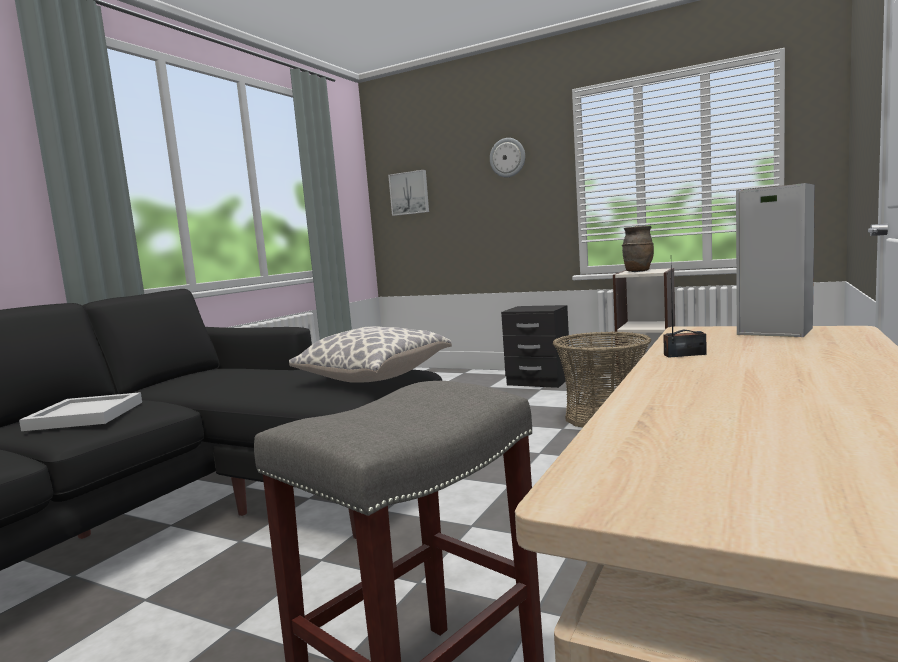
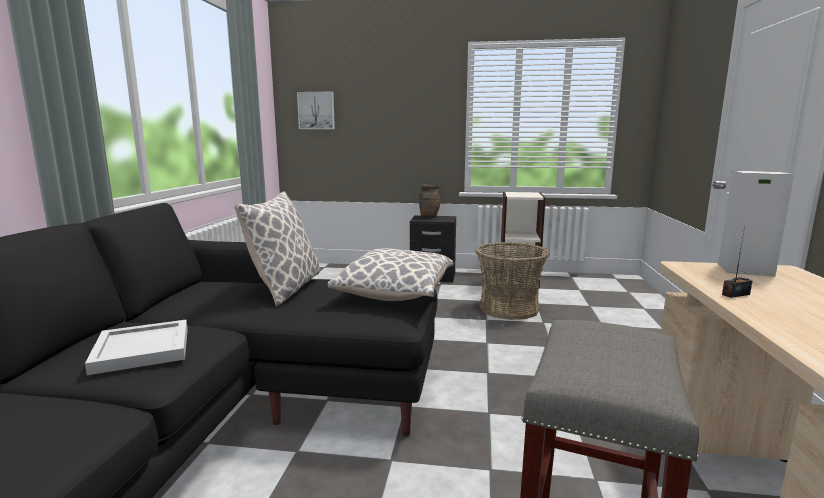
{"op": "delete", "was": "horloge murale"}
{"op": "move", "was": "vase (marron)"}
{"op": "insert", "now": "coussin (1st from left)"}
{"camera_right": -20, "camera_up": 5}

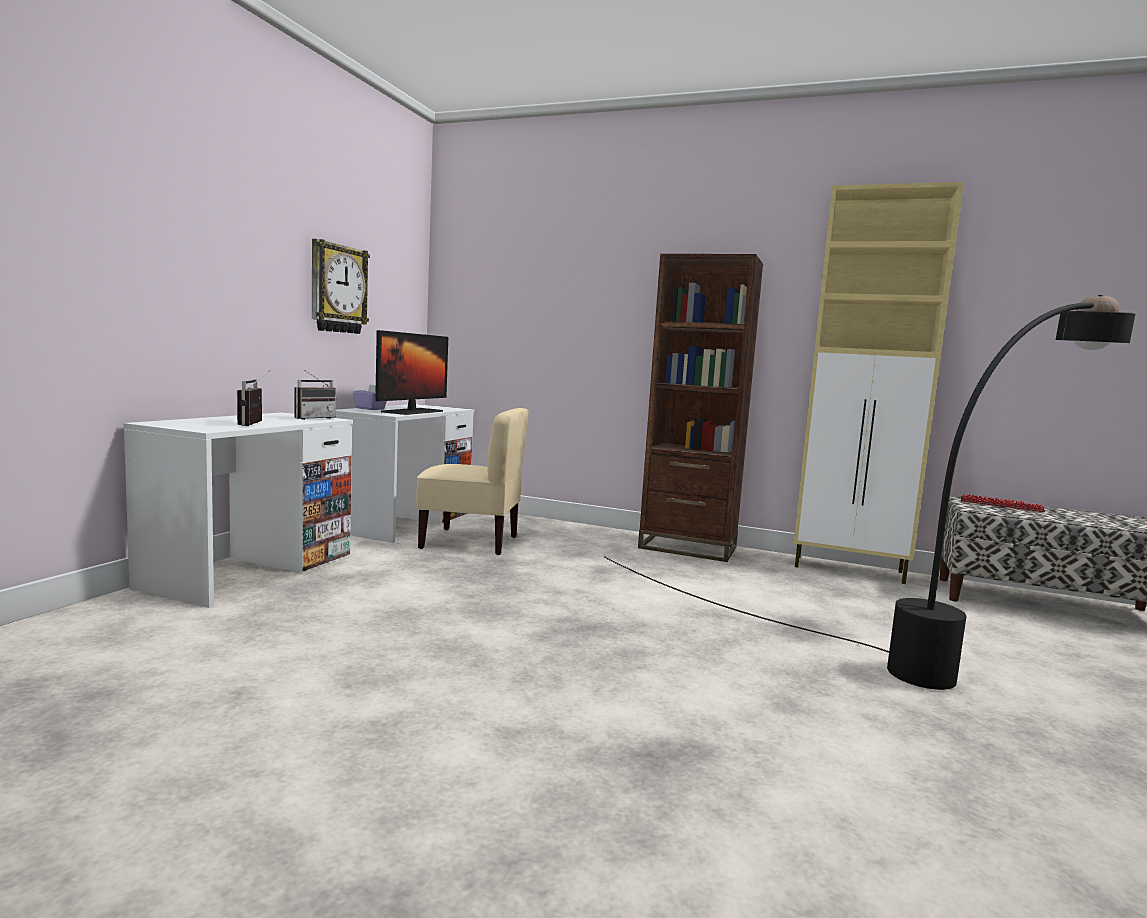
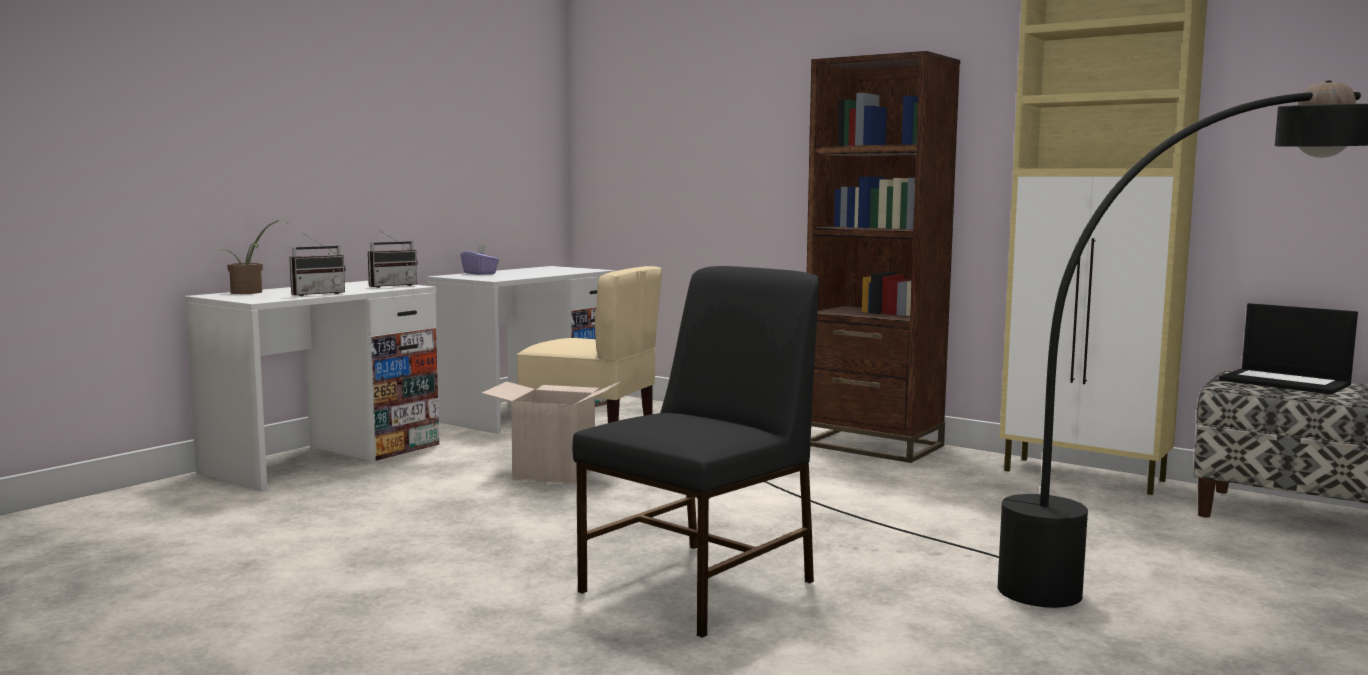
{"op": "delete", "was": "horloge murale"}
{"op": "delete", "was": "écran d'ordinateur"}
{"op": "rotate", "was": "radio (1st from left)", "clockwise": -135}
{"op": "replace", "was": "clavier", "now": "ordinateur portable"}
{"op": "insert", "now": "plante en pot"}
{"op": "insert", "now": "chaise (noir)"}
{"op": "insert", "now": "carton"}
{"camera_right": 15, "camera_up": 0}

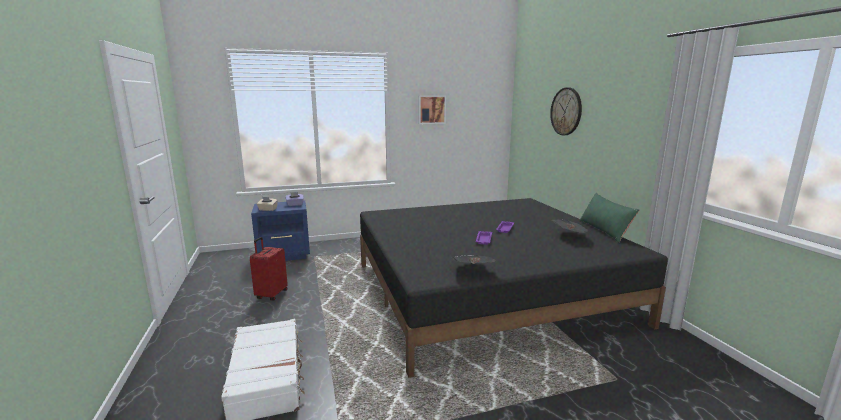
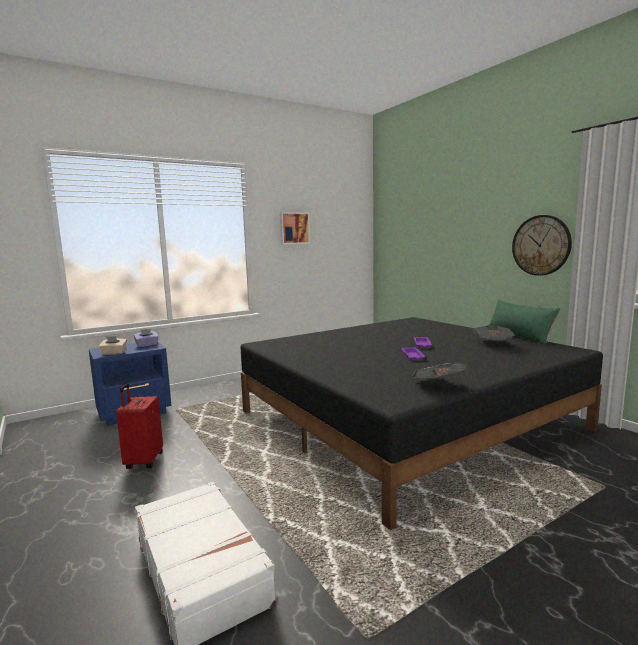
{"op": "move", "was": "horloge murale"}
{"camera_right": -15, "camera_up": -5}

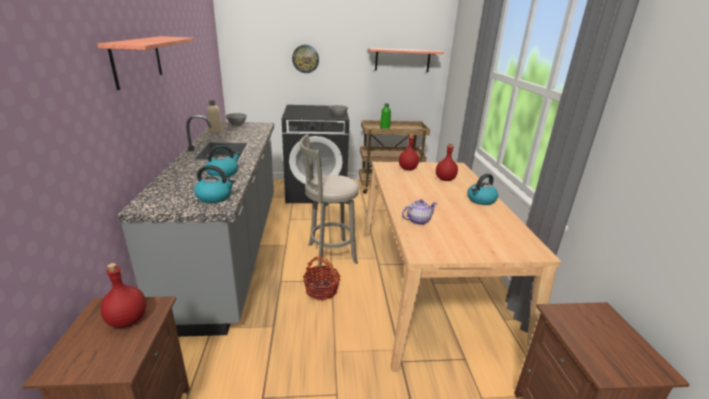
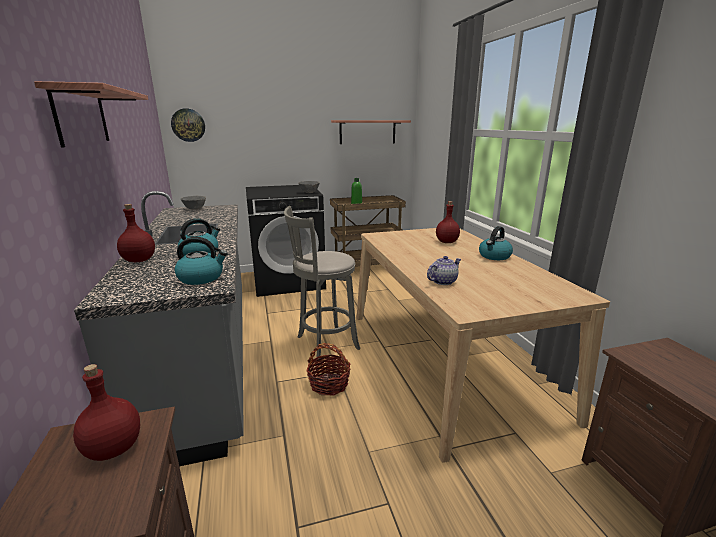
{"op": "move", "was": "horloge murale"}
{"op": "delete", "was": "bouteille (beige)"}
{"op": "move", "was": "bouteille (rouge) (2nd from left)"}
{"camera_right": -10, "camera_up": -5}

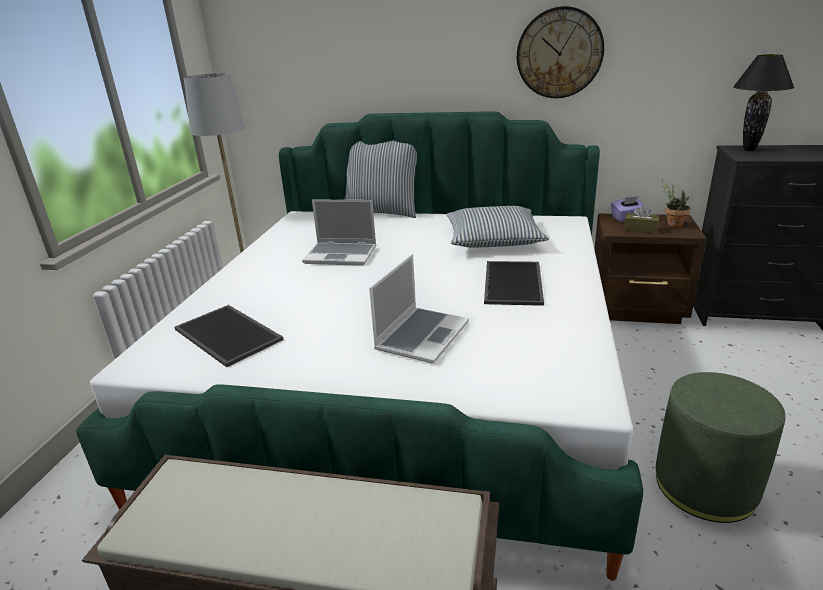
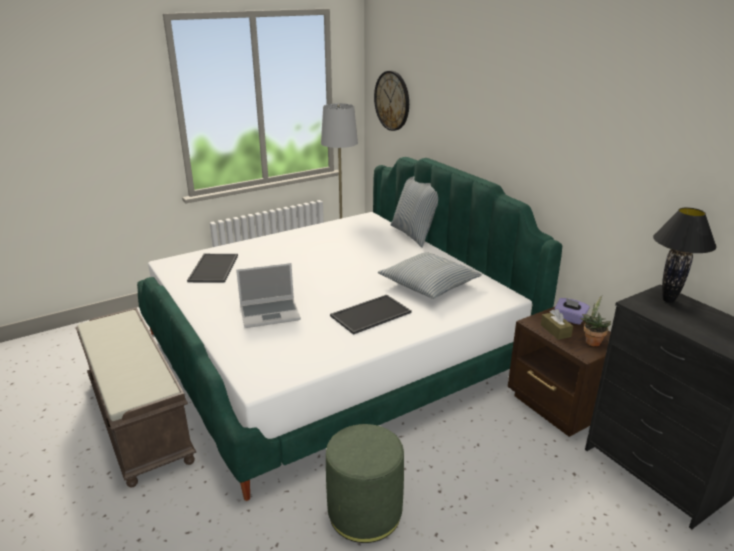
{"op": "move", "was": "horloge murale"}
{"op": "delete", "was": "ordinateur portable (1st from left)"}
{"camera_right": 45, "camera_up": 0}

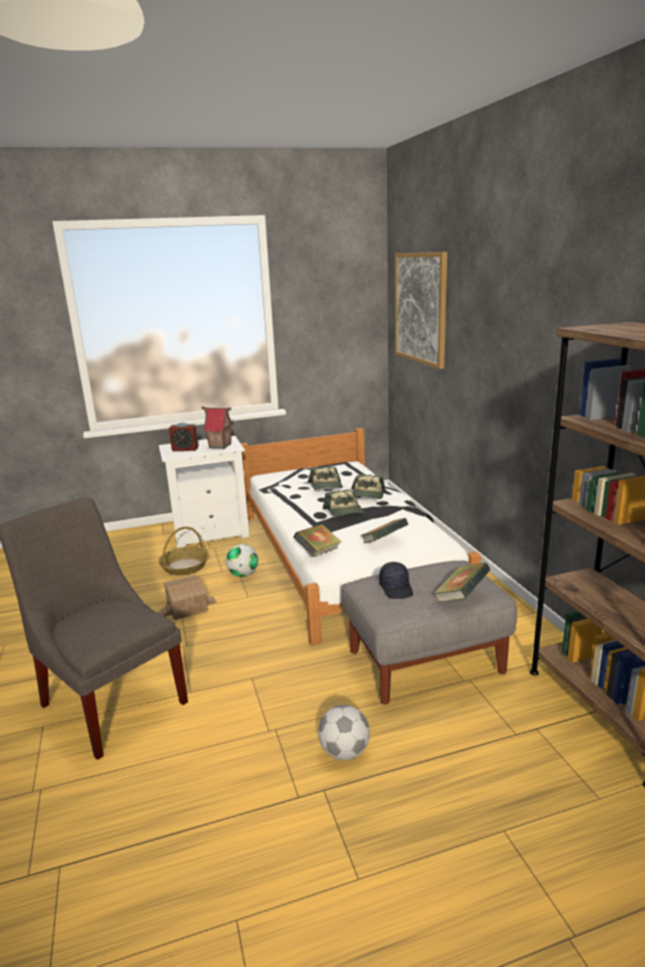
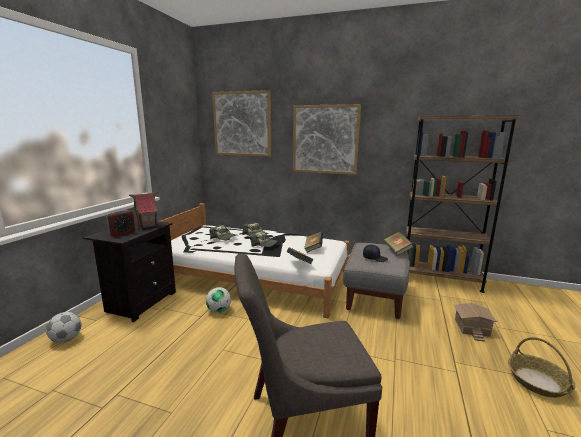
{"op": "recolor", "was": "table de chevet (blanc)", "now": "table de chevet (noir)"}
{"op": "move", "was": "panier"}
{"op": "move", "was": "maison miniature (1st from left in the first image)", "now": "maison miniature (2nd from left)"}
{"op": "move", "was": "ballon de foot (2nd from left in the first image)", "now": "ballon de foot (1st from left)"}
{"op": "insert", "now": "tableau (2nd from left)"}
{"camera_right": -55, "camera_up": -5}

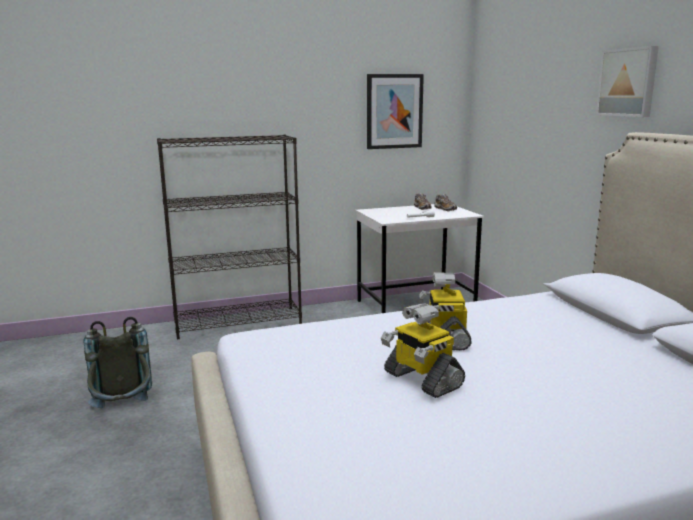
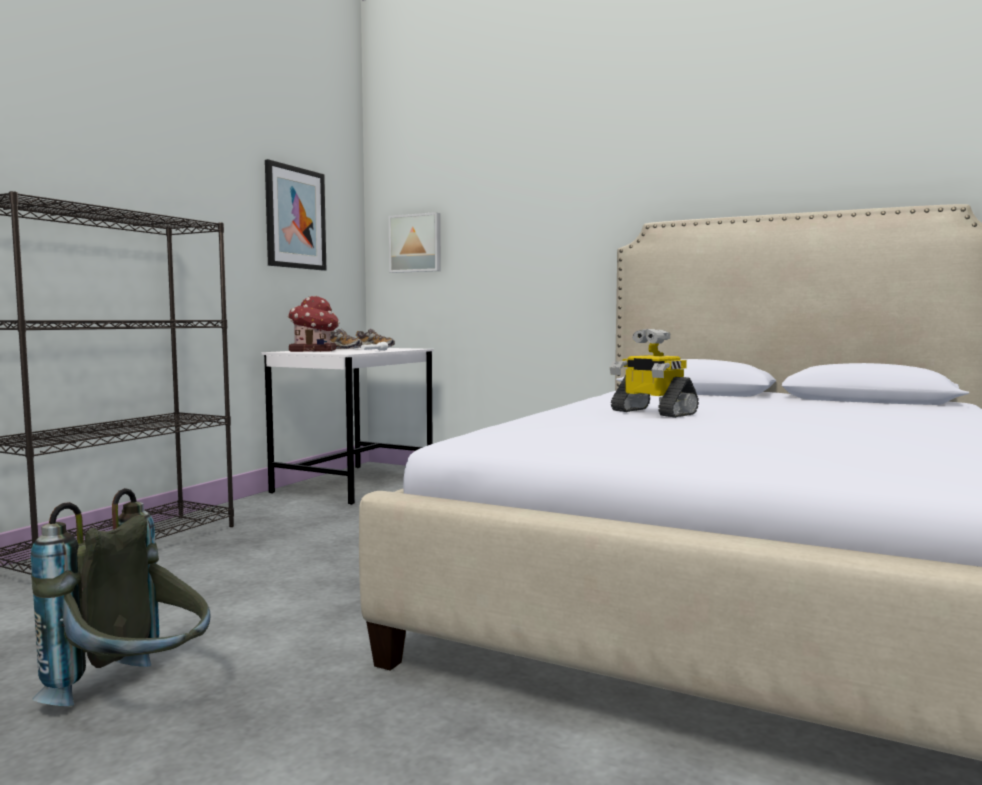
{"op": "move", "was": "tableau (2nd from left)"}
{"op": "delete", "was": "robot jouet (1st from left)"}
{"op": "insert", "now": "maison miniature"}
{"camera_right": -45, "camera_up": -10}

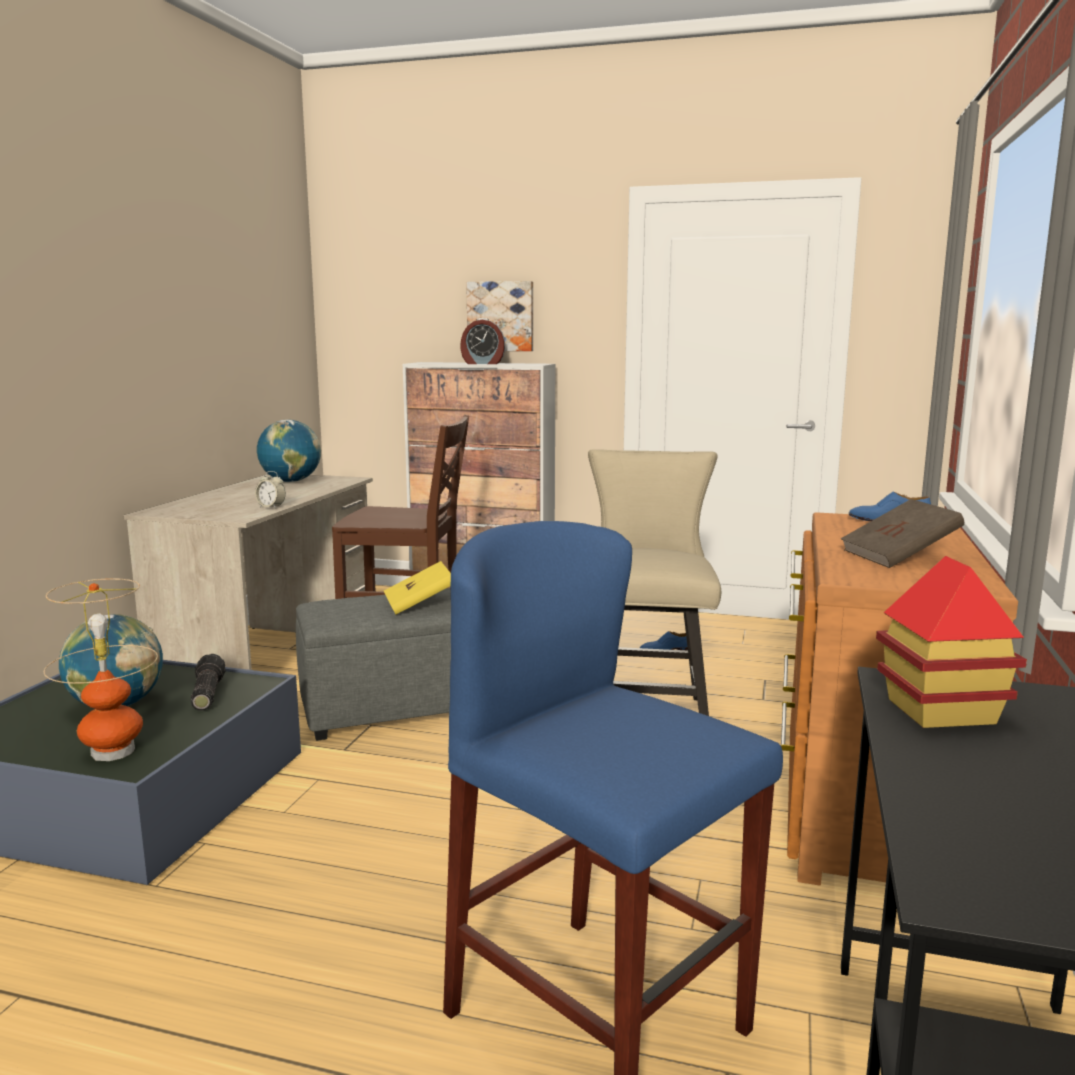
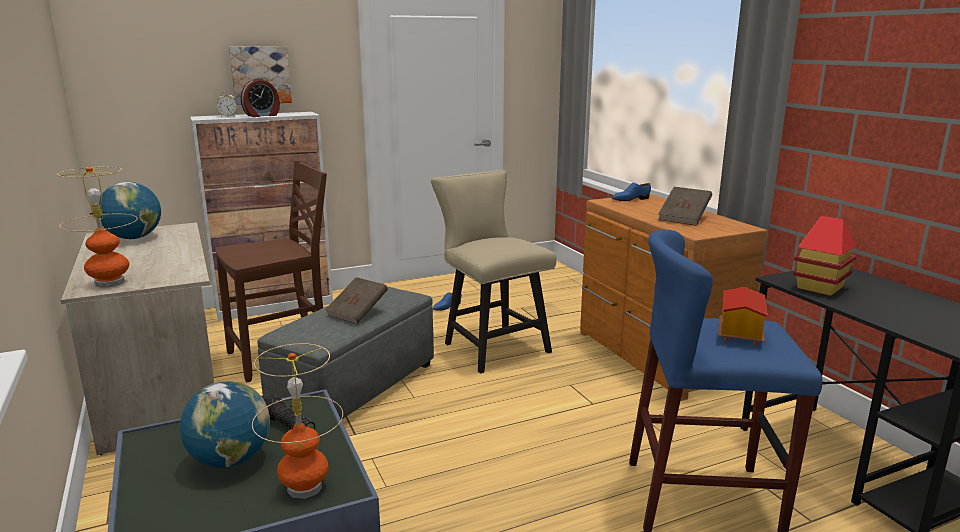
{"op": "move", "was": "réveil (1st from left)"}
{"op": "recolor", "was": "livre (jaune)", "now": "livre (marron) (1st from left)"}
{"op": "insert", "now": "lampe de table (1st from left)"}
{"op": "insert", "now": "maison miniature (1st from left)"}
{"camera_right": -40, "camera_up": 5}

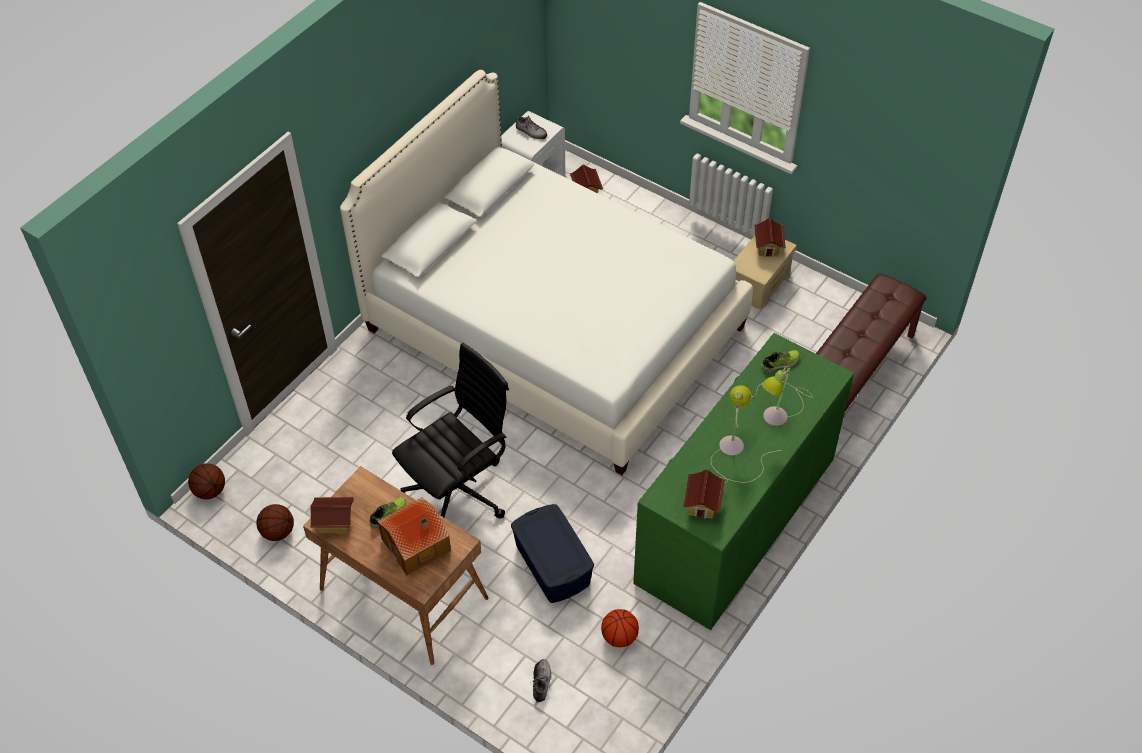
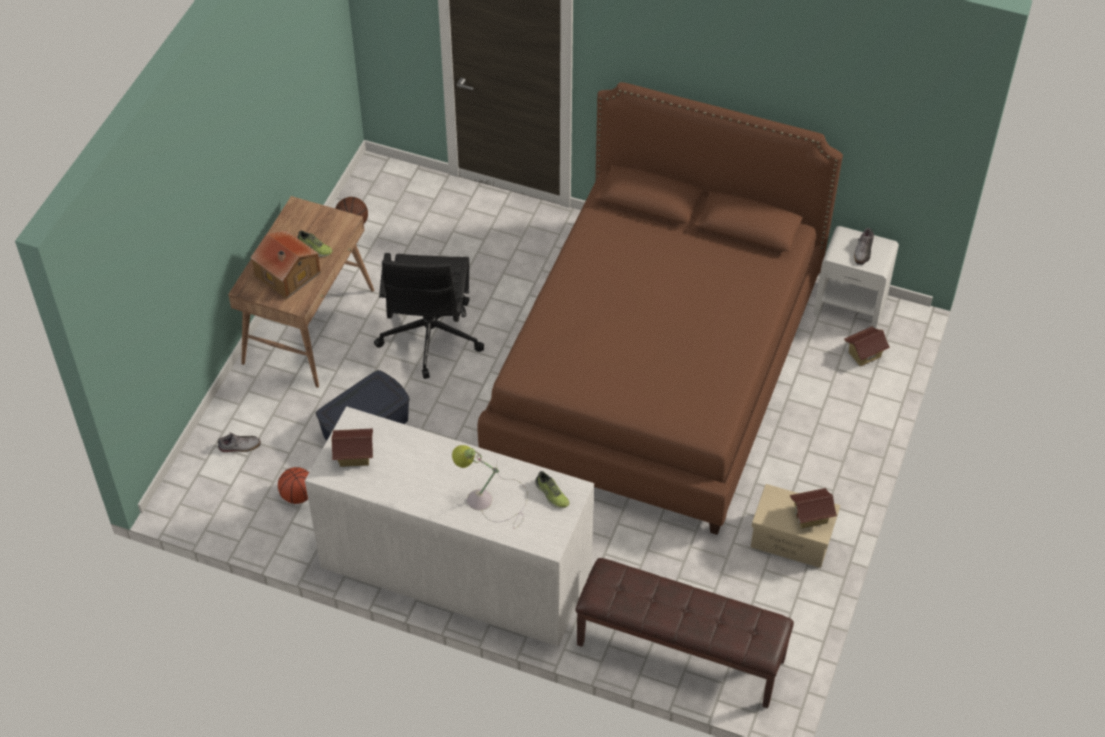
{"op": "recolor", "was": "lit (blanc)", "now": "lit (marron)"}
{"op": "recolor", "was": "commode (vert)", "now": "commode (blanc)"}
{"op": "rotate", "was": "chaise de bureau (noir)", "clockwise": 60}
{"op": "delete", "was": "lampe de table (1st from left)"}
{"op": "delete", "was": "ballon de basket (1st from left)"}
{"op": "delete", "was": "maison miniature (1st from left)"}
{"camera_right": 75, "camera_up": 0}

